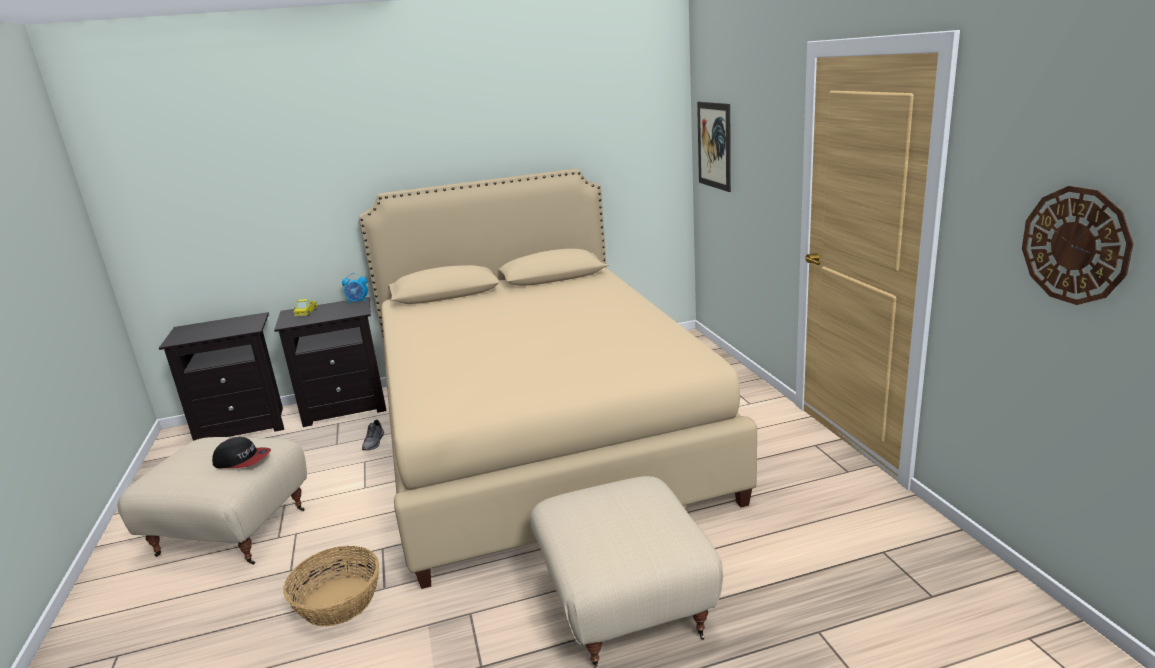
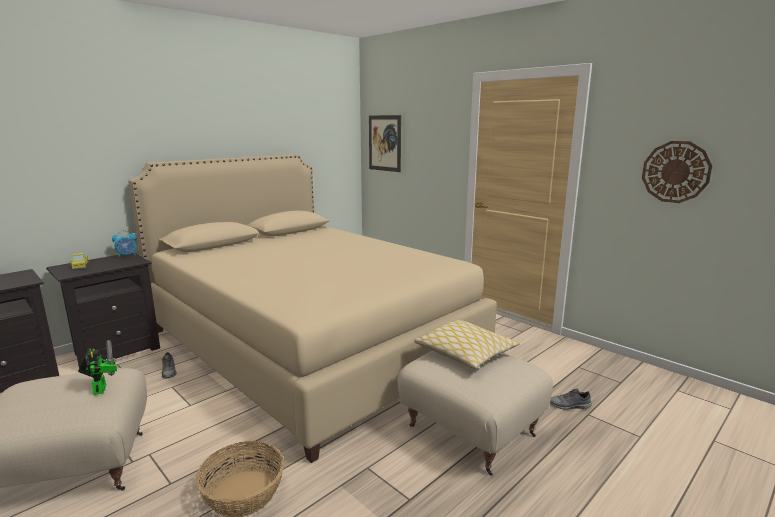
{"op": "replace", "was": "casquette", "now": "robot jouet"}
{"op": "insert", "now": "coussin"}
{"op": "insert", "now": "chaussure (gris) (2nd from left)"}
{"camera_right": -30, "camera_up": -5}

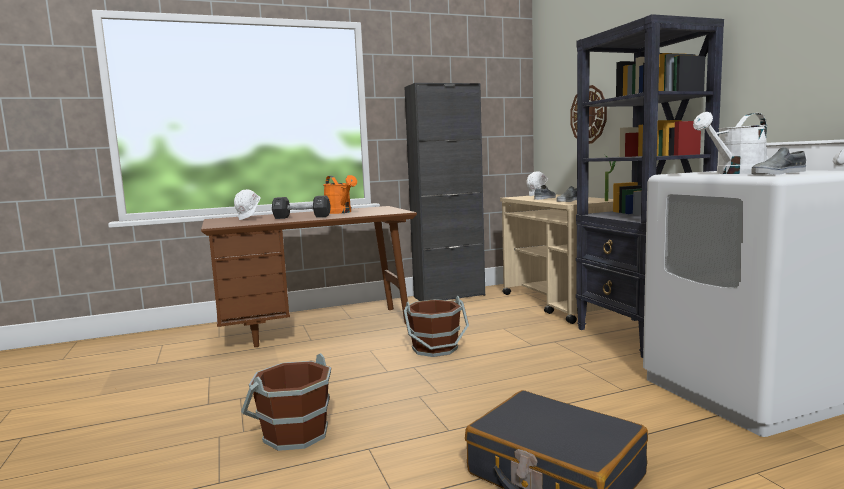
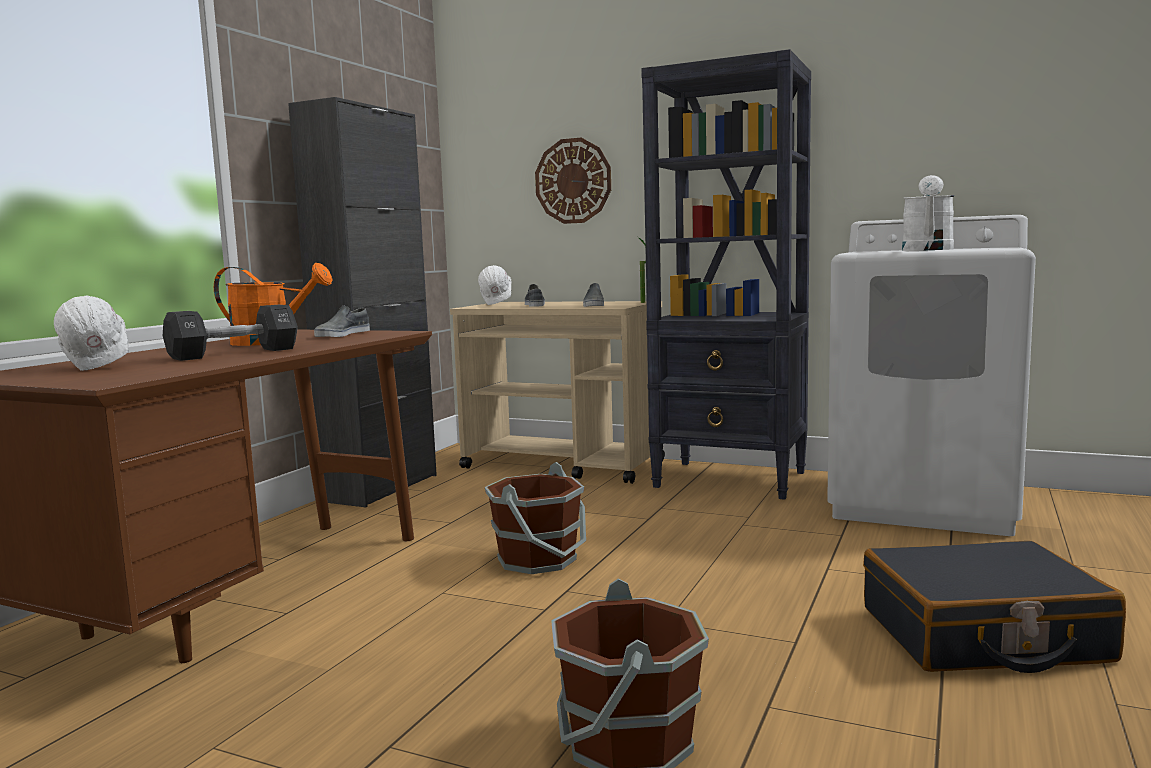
{"op": "move", "was": "chaussure (gris) (3rd from left in the first image)", "now": "chaussure (gris) (1st from left)"}
{"camera_right": -45, "camera_up": 0}

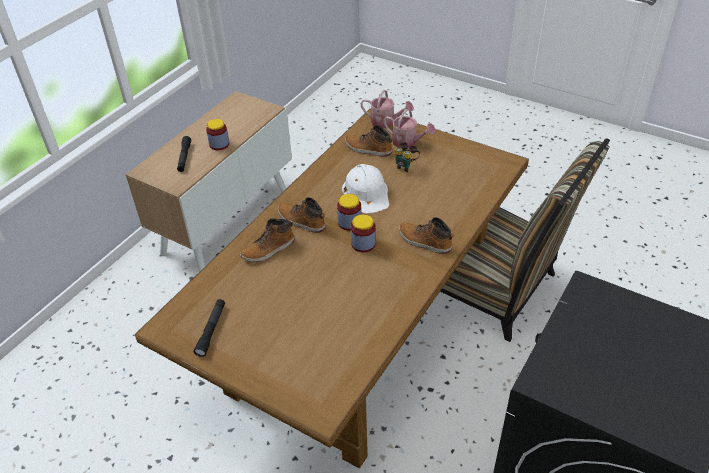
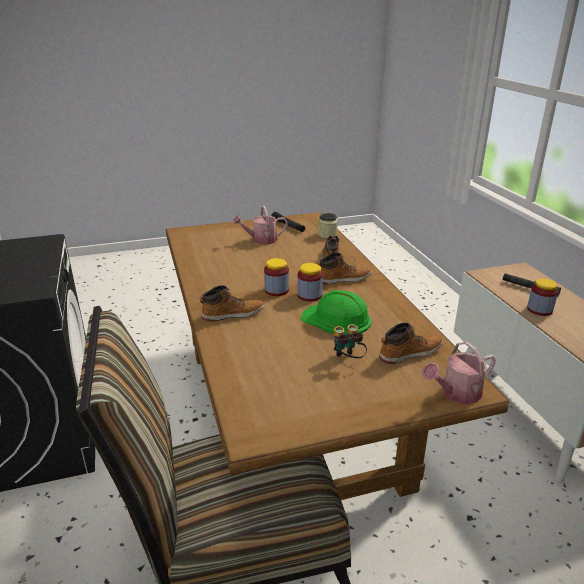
{"op": "move", "was": "arrosoir (2nd from left in the first image)", "now": "arrosoir (1st from left)"}
{"op": "recolor", "was": "casque de chantier (blanc)", "now": "casque de chantier (vert)"}
{"op": "insert", "now": "bocal (3rd from left)"}
{"camera_right": 130, "camera_up": -15}

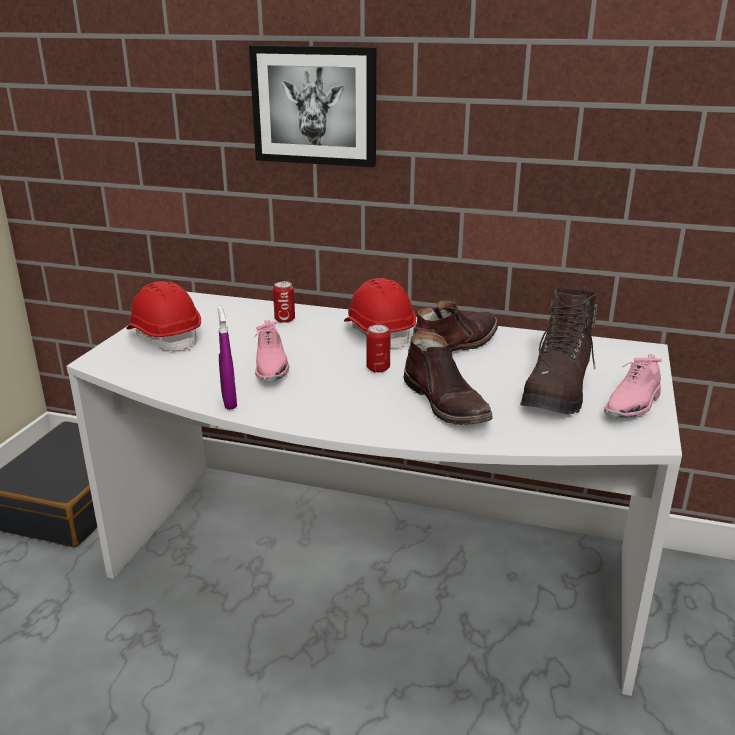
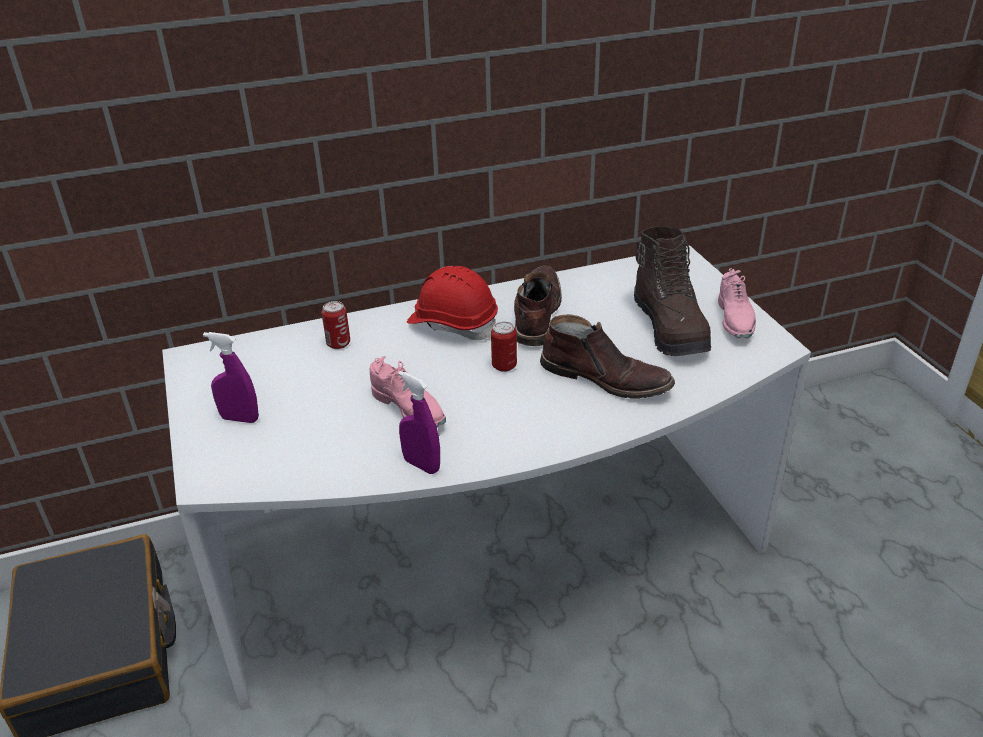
{"op": "delete", "was": "tableau"}
{"op": "replace", "was": "casque de chantier (rouge) (1st from left)", "now": "vaporisateur (violet) (1st from left)"}
{"camera_right": -35, "camera_up": 10}

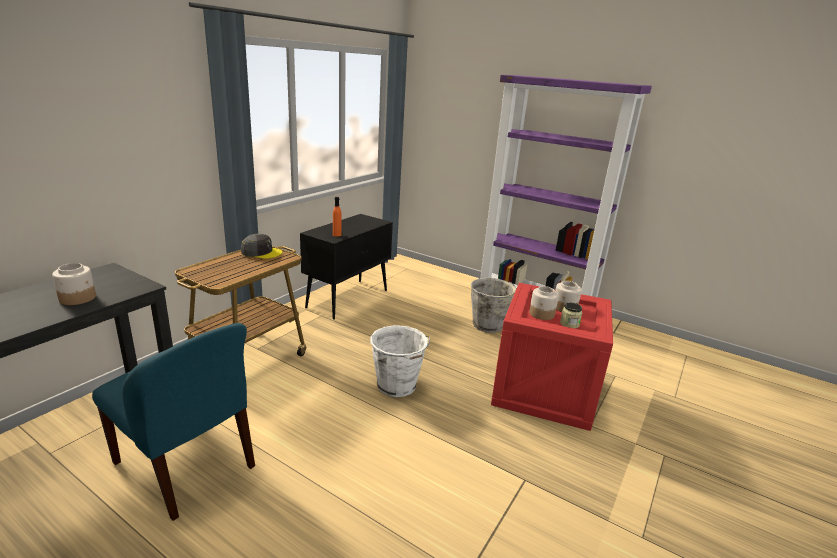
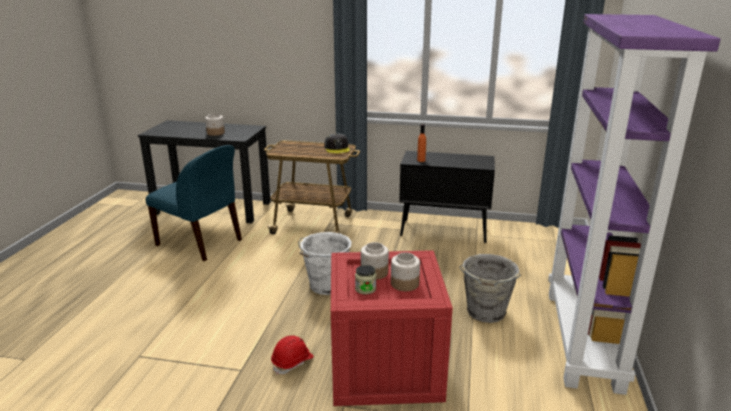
{"op": "rotate", "was": "chaise (bleu)", "clockwise": -75}
{"op": "insert", "now": "casque de chantier (rouge)"}
{"camera_right": 70, "camera_up": 0}

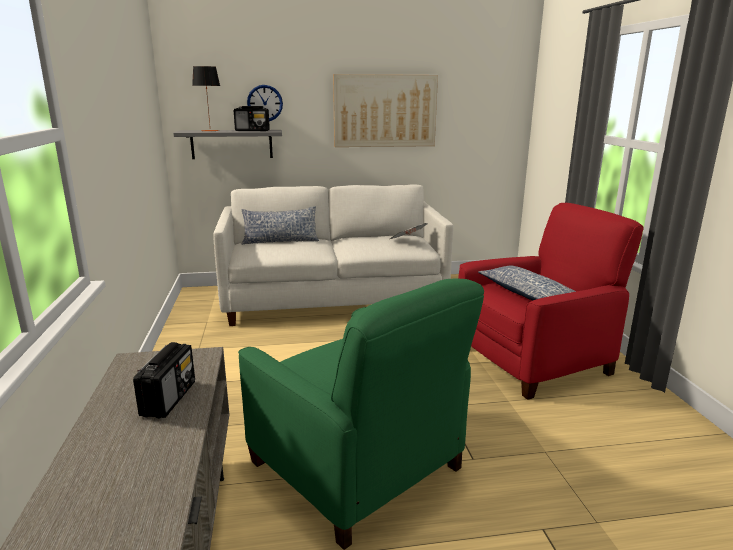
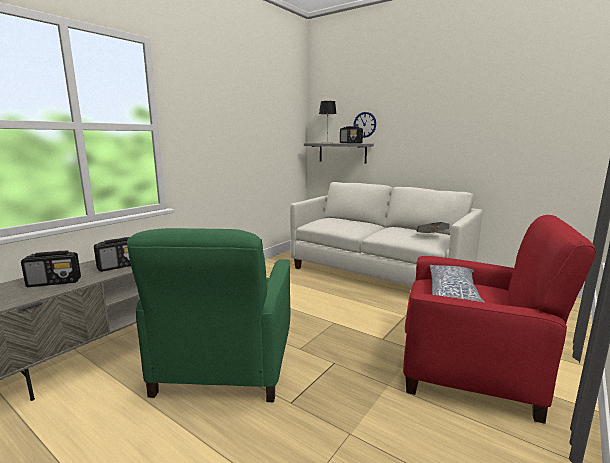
{"op": "delete", "was": "tableau"}
{"op": "delete", "was": "coussin (1st from left)"}
{"op": "insert", "now": "radio (1st from left)"}
{"camera_right": 45, "camera_up": -5}

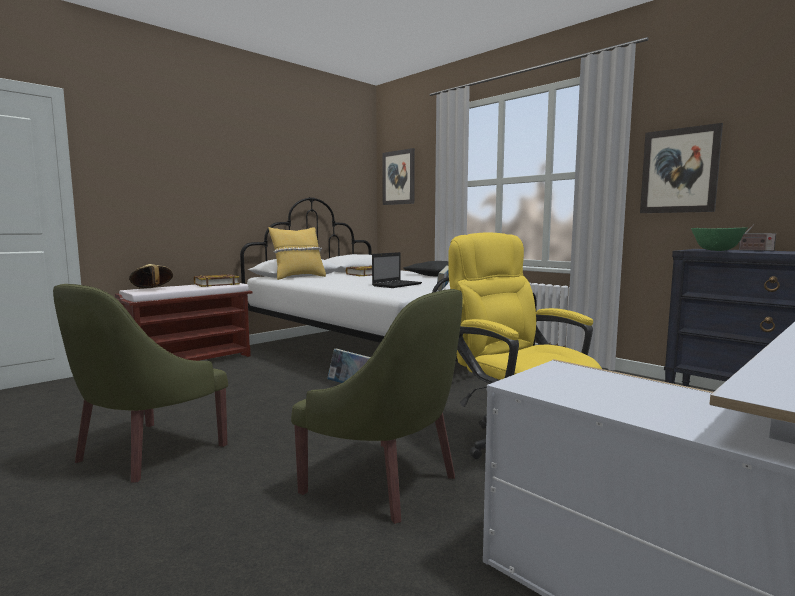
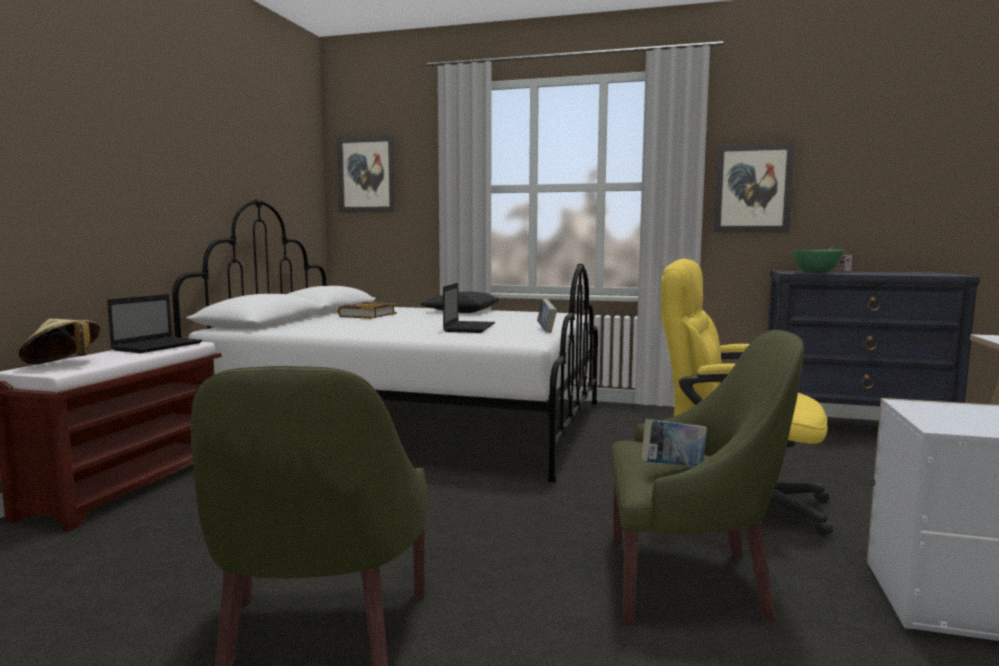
{"op": "delete", "was": "coussin (jaune)"}
{"op": "replace", "was": "livre (1st from left)", "now": "ordinateur portable (1st from left)"}
{"camera_right": -30, "camera_up": 0}

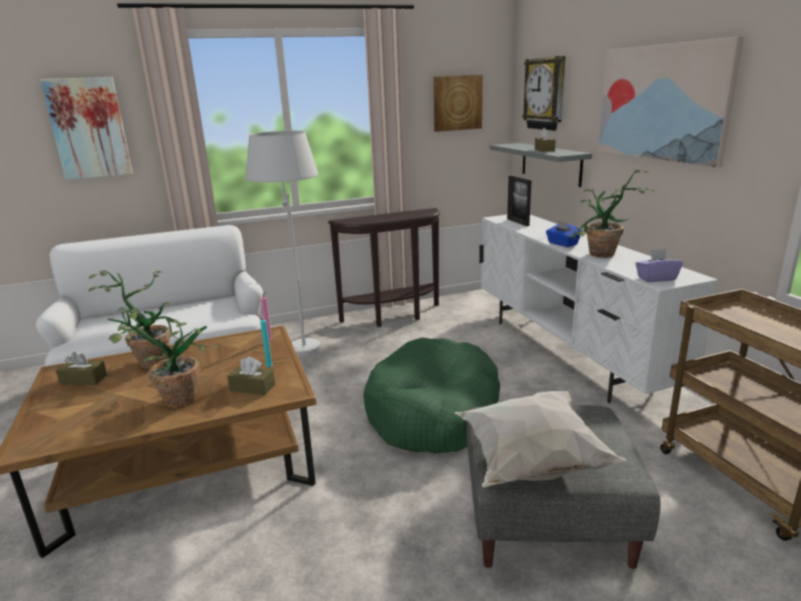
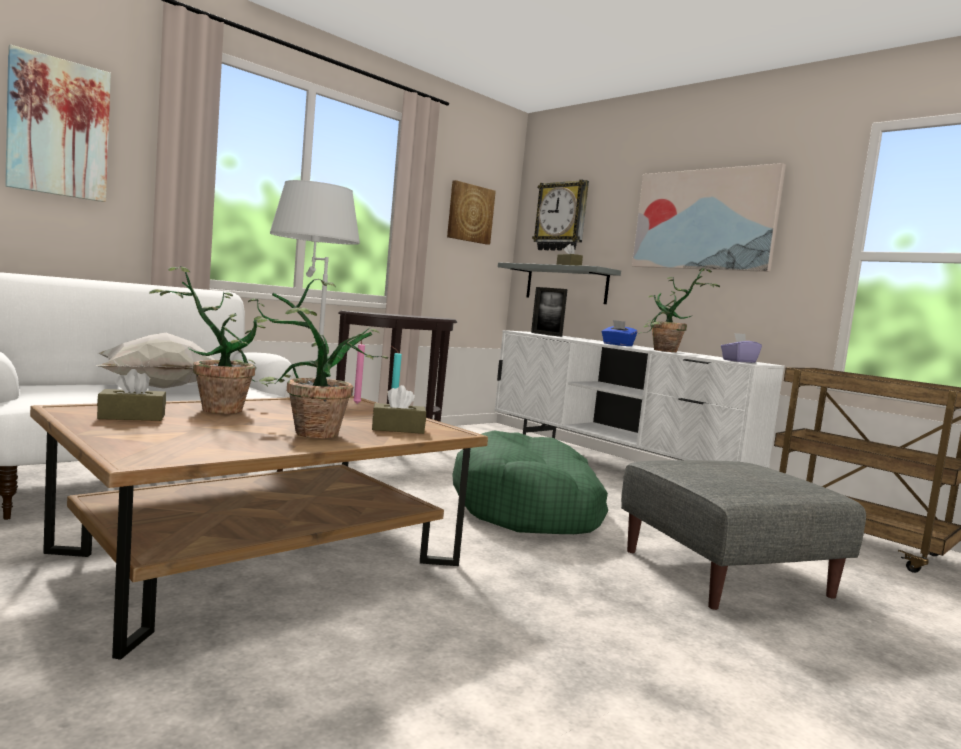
{"op": "move", "was": "coussin (blanc)"}
{"camera_right": -25, "camera_up": -15}

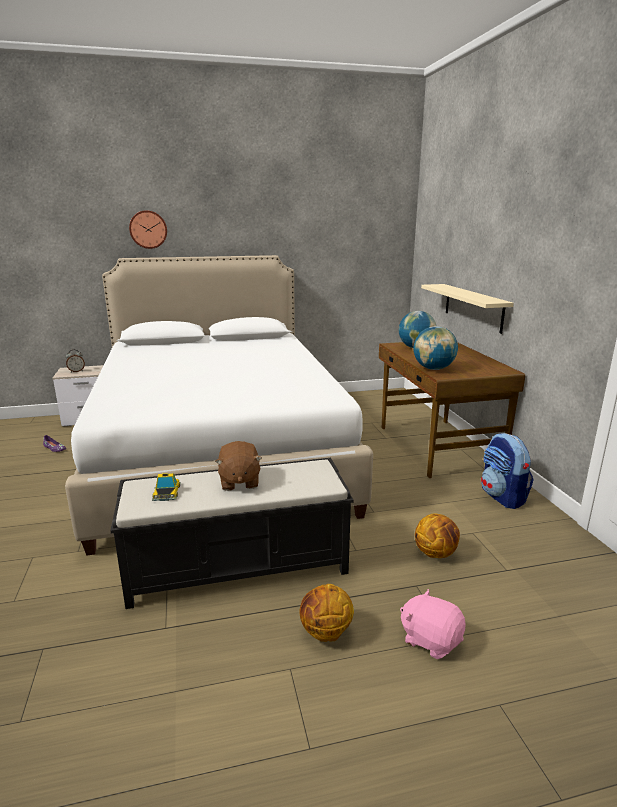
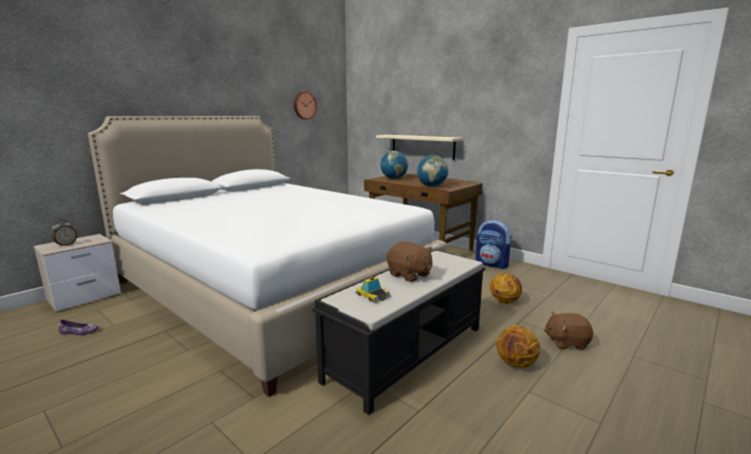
{"op": "move", "was": "horloge murale"}
{"op": "recolor", "was": "peluche (rose)", "now": "peluche (marron) (2nd from left)"}
{"camera_right": -35, "camera_up": -5}

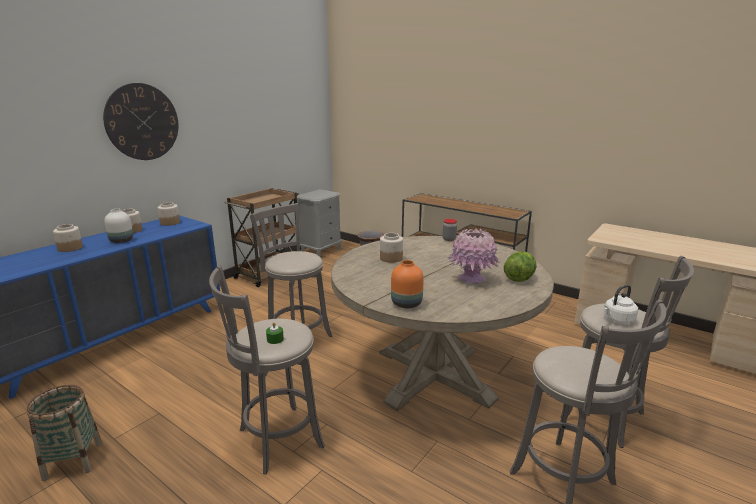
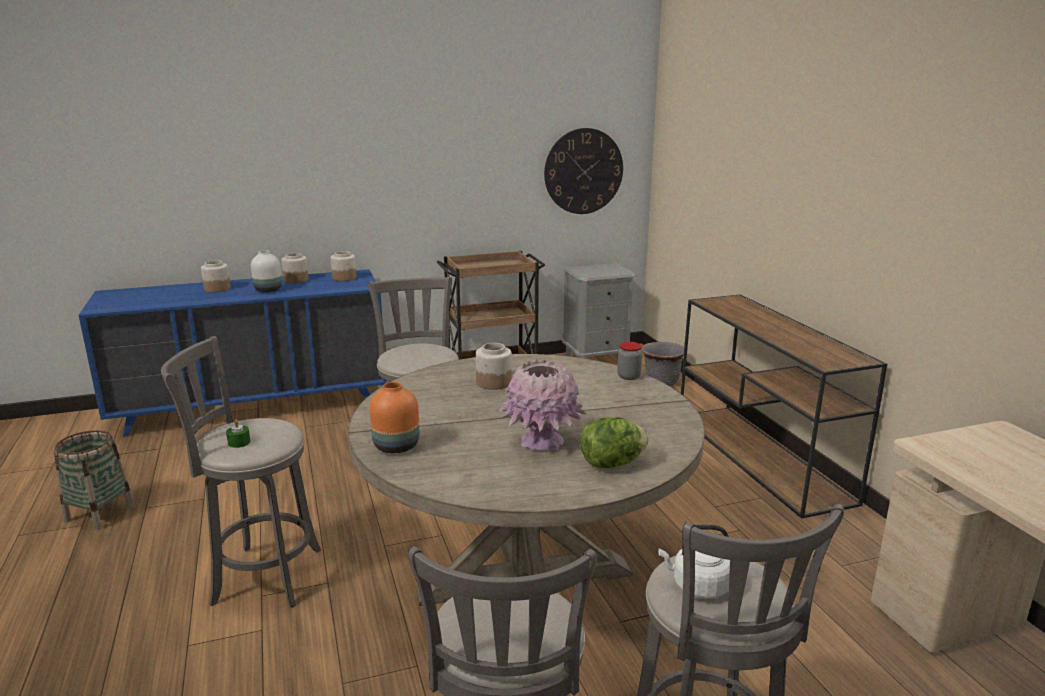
{"op": "move", "was": "horloge murale"}
{"camera_right": 35, "camera_up": 0}

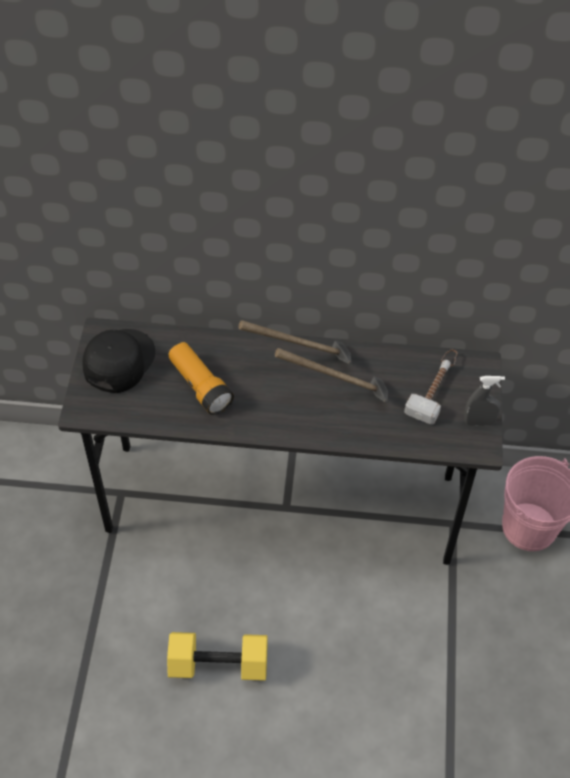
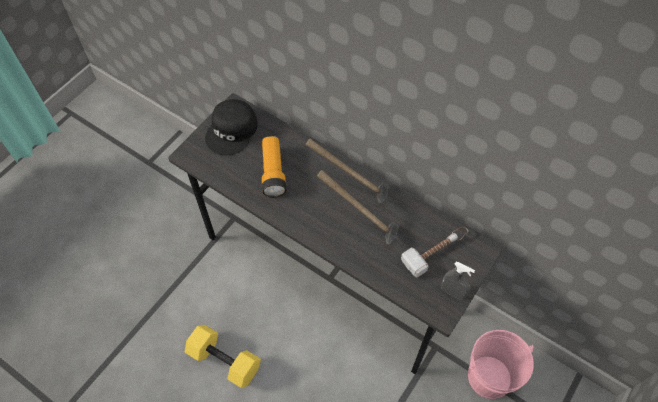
{"op": "rotate", "was": "casquette (noir)", "clockwise": 150}
{"camera_right": 30, "camera_up": 5}

